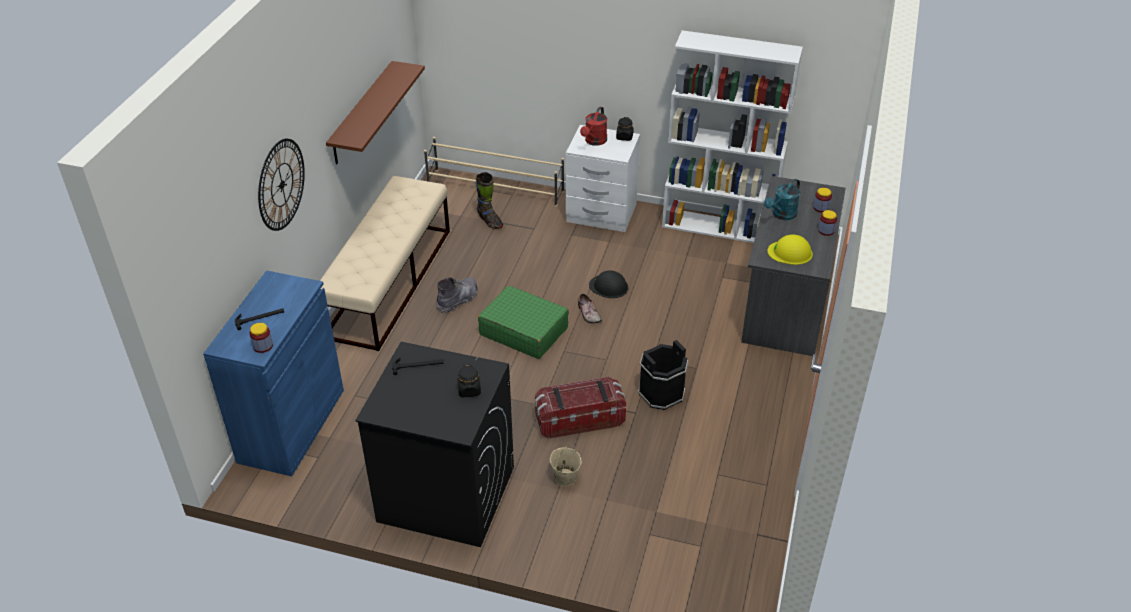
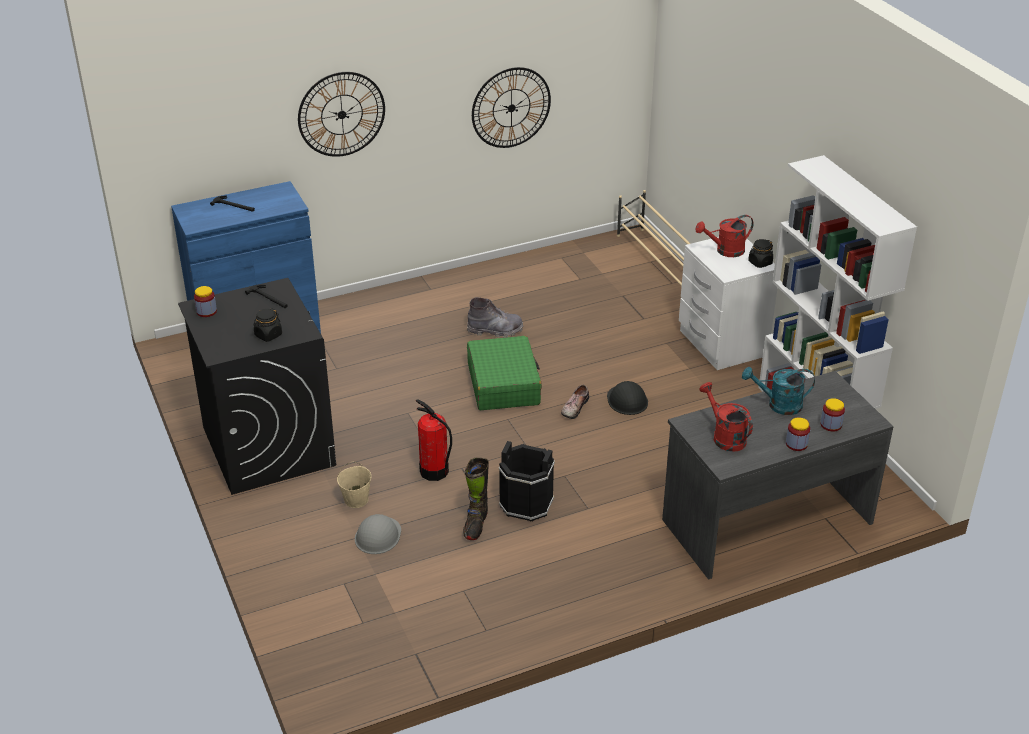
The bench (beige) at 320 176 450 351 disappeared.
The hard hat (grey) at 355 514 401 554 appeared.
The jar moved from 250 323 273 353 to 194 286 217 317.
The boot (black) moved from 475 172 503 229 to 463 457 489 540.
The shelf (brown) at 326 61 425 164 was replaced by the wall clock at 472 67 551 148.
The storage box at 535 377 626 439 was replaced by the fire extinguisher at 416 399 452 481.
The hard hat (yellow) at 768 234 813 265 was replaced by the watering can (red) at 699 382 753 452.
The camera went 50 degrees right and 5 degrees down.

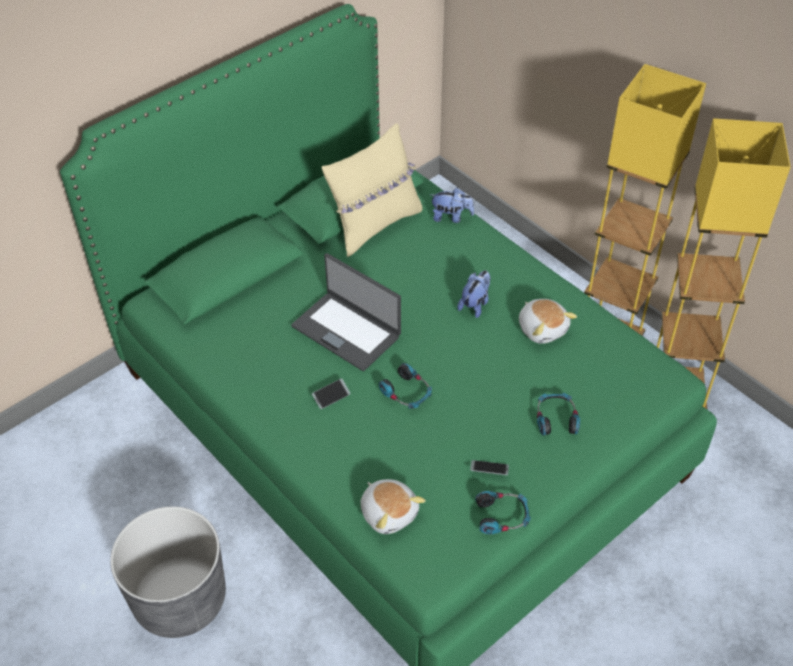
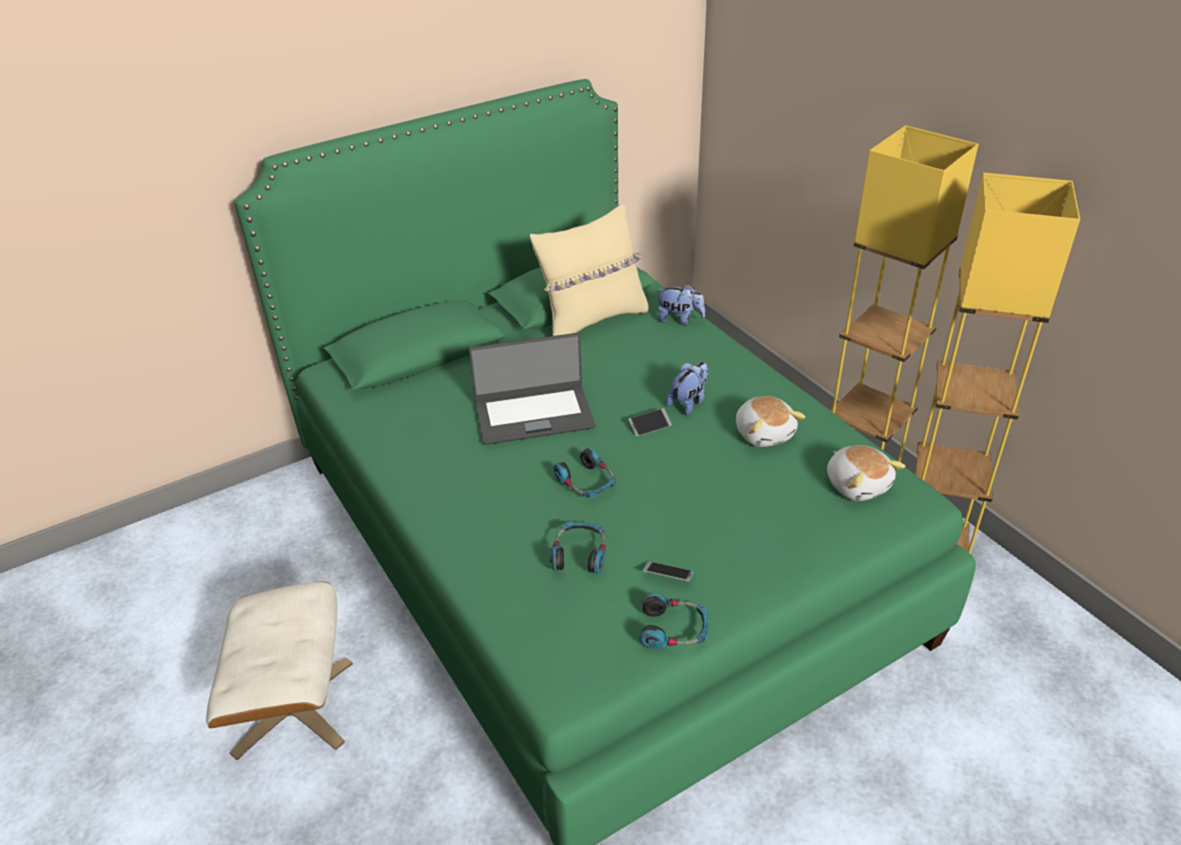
The phone moved from 312 379 351 409 to 628 408 672 436.
The plush toy moved from 360 479 426 534 to 827 445 906 501.
The headphones moved from 537 393 580 436 to 550 521 606 574.
The planter (grey) at 110 506 226 638 was replaced by the ottoman (beige) at 206 581 353 760.
The laptop at 291 253 401 371 turned 60 degrees counterclockwise.
The camera went 10 degrees right and 10 degrees down.

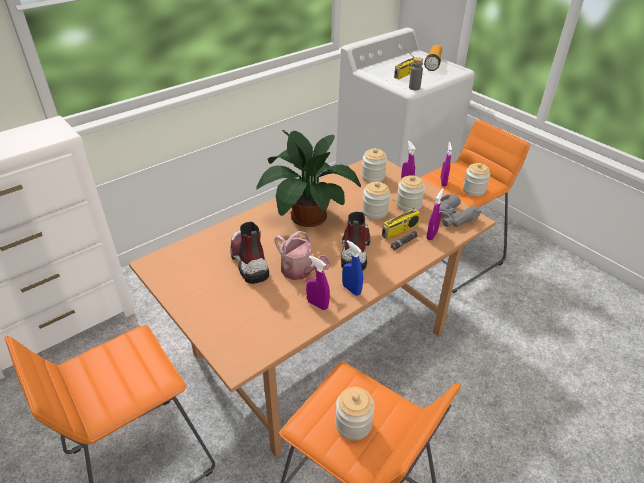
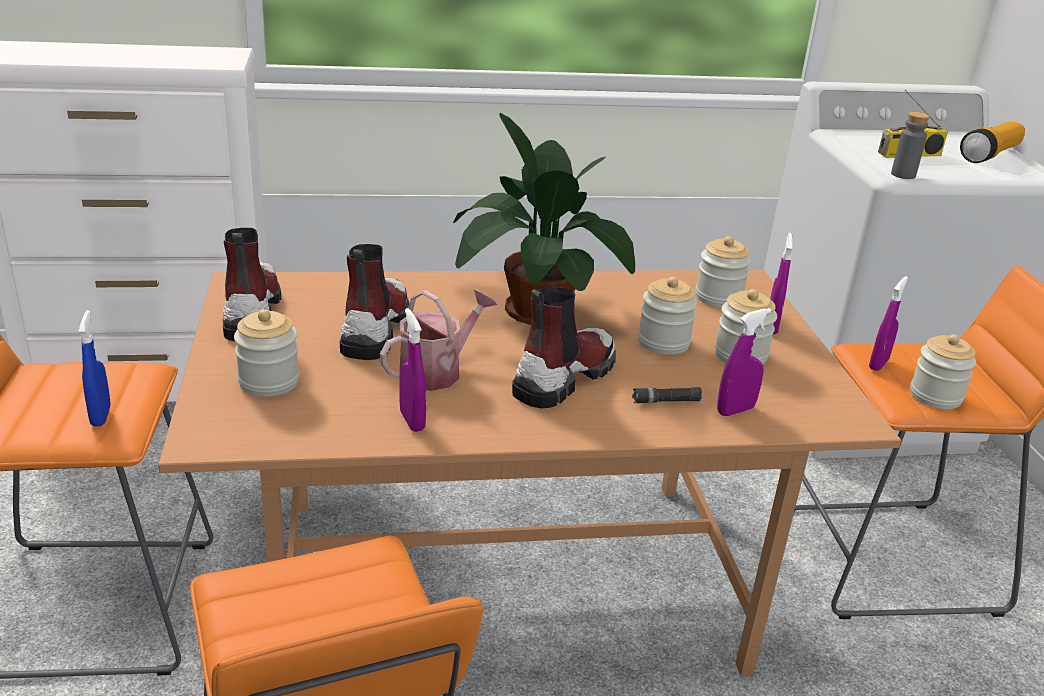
The radio at 382 199 420 240 disappeared.
The binoculars (grey) at 439 194 482 227 disappeared.
The boot at 223 228 281 341 appeared.
The jar moved from 335 387 375 440 to 234 309 299 397.
The spray bottle (blue) moved from 342 240 363 296 to 78 310 111 426.
The watering can at 274 231 330 280 turned 120 degrees counterclockwise.
The camera went 30 degrees right and 10 degrees down.

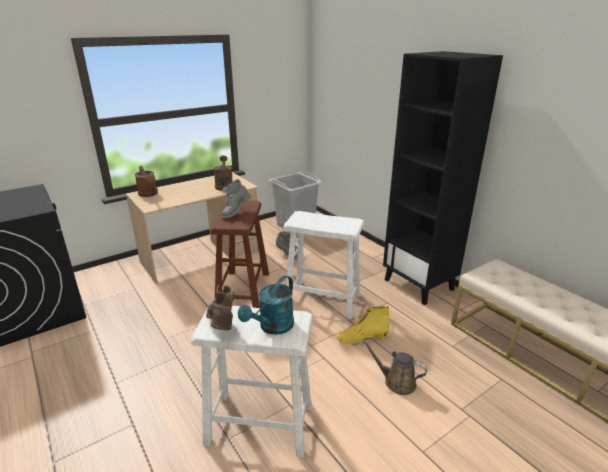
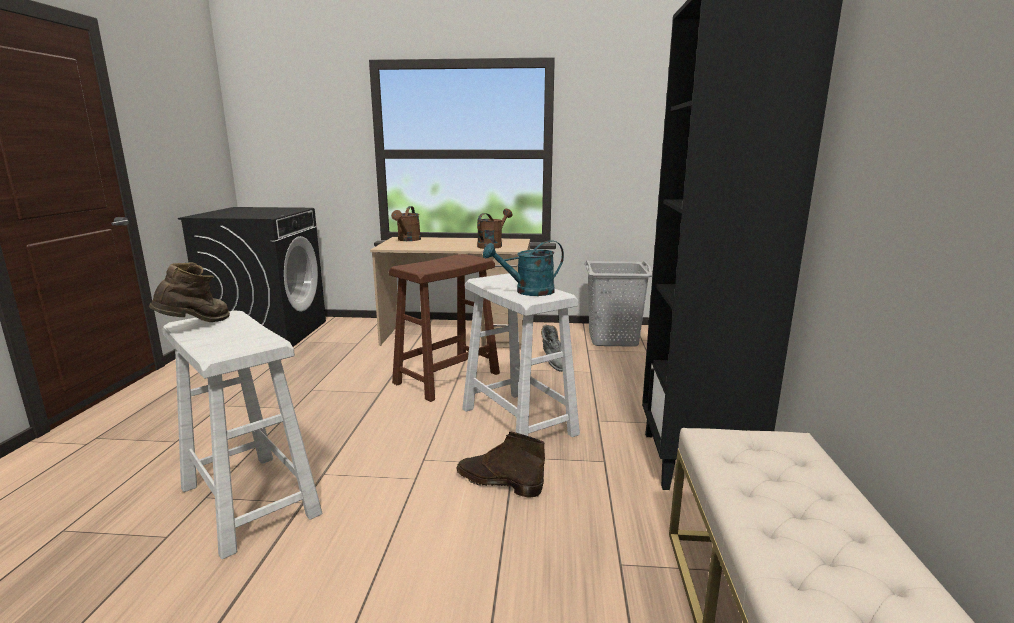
The boot (grey) at 222 179 251 218 disappeared.
The watering can (brown) at 361 339 428 395 disappeared.
The watering can (turquoise) moved from 238 275 294 335 to 483 240 564 296.
The boot (yellow) at 337 306 390 345 became the boot (brown) at 456 432 545 498.
The camera went 40 degrees right and 10 degrees down.

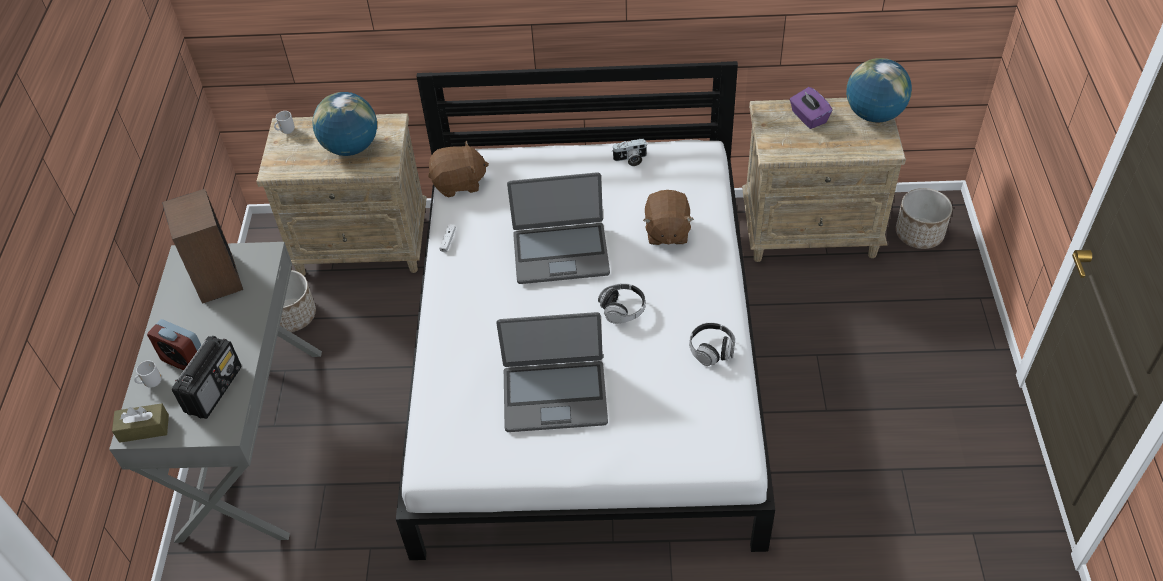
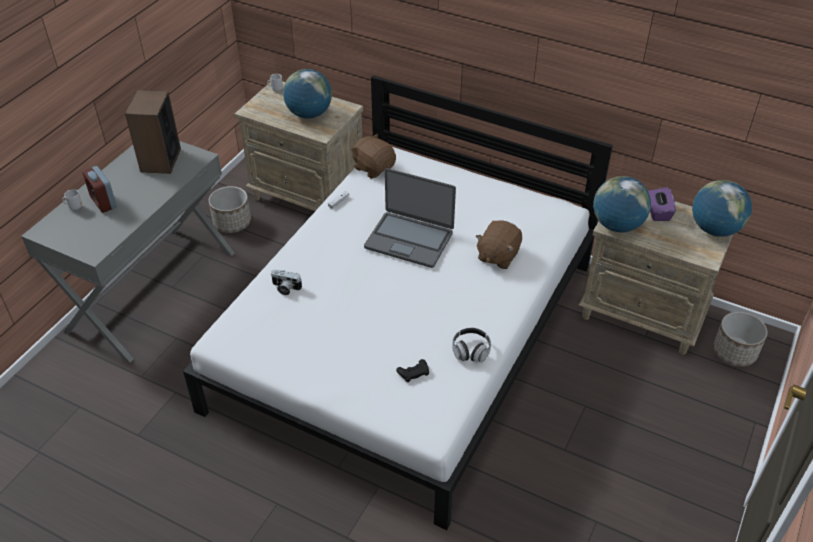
The tissue box (brown) at 112 403 169 443 disappeared.
The radio at 172 336 241 419 disappeared.
The laptop at 496 312 608 432 disappeared.
The headphones at 598 283 645 324 disappeared.
The game controller (black) at 396 359 429 382 appeared.
The globe at 593 176 651 232 appeared.
The photo camera moved from 612 139 648 166 to 271 269 302 295.
The plush toy (brown) at 428 140 489 197 turned 150 degrees counterclockwise.
The camera went 25 degrees right and 5 degrees down.

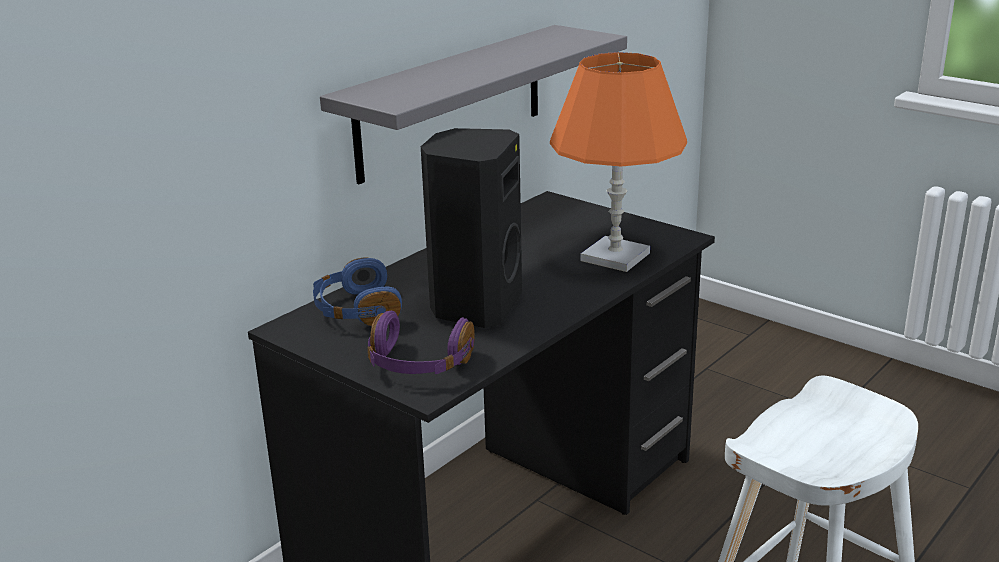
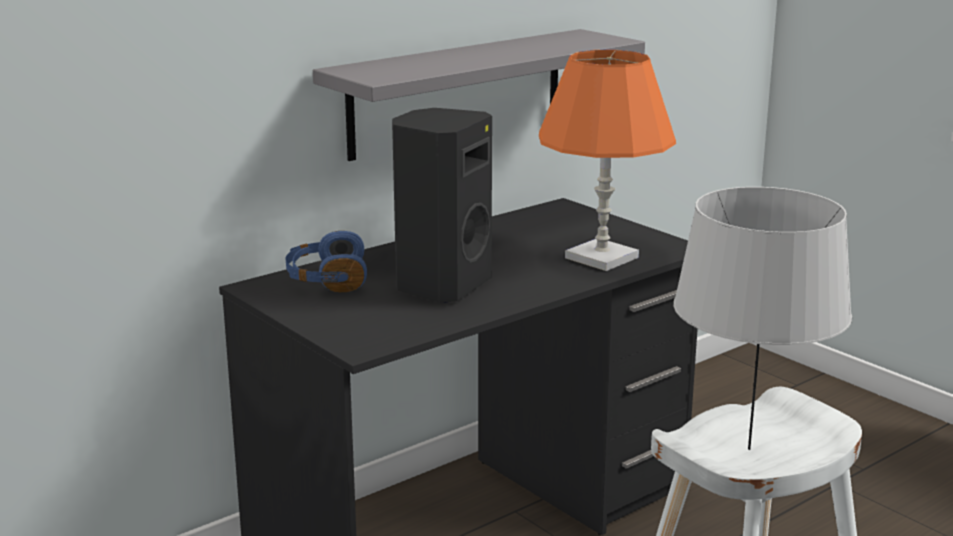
The headphones (purple) at 368 311 475 374 disappeared.
The table lamp (grey) at 673 187 852 450 appeared.
The camera went 10 degrees right and 5 degrees down.

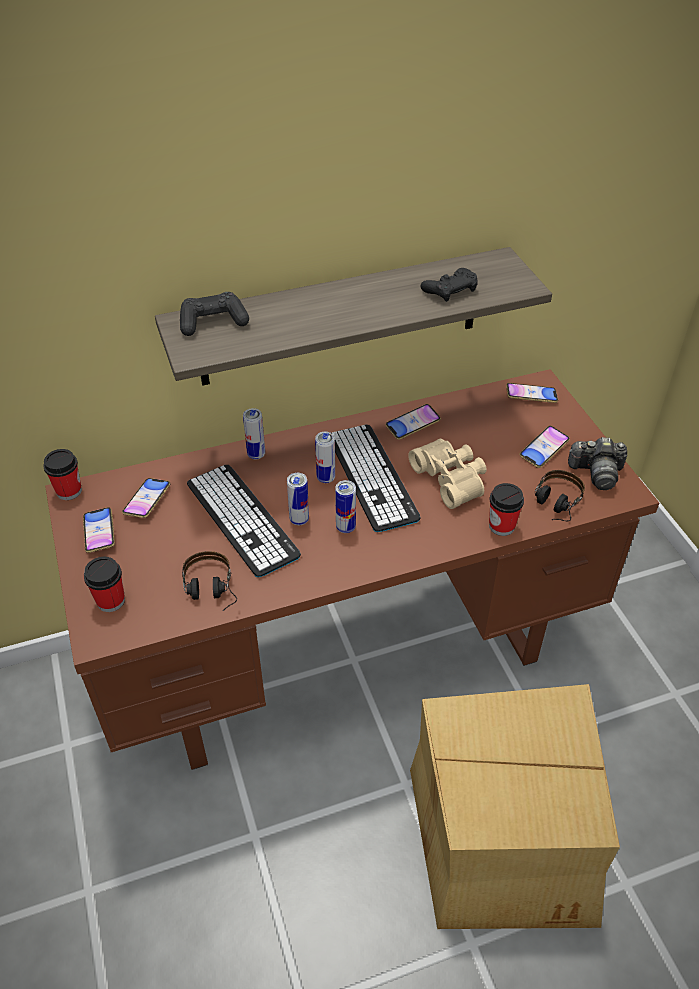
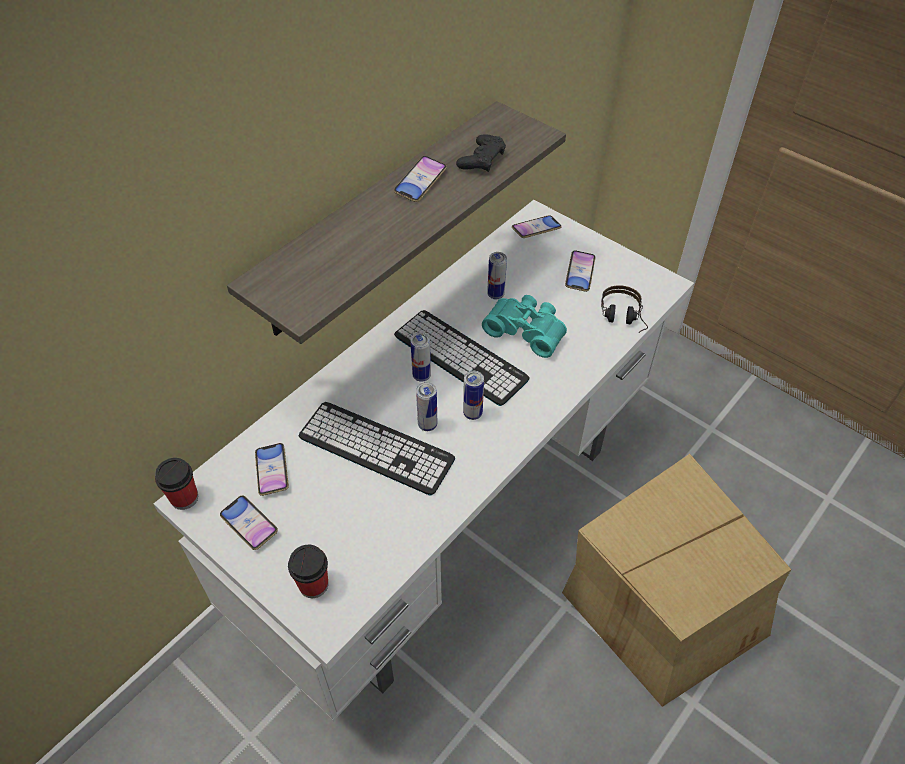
The game controller (black) at 180 292 249 336 disappeared.
The headphones at 182 551 237 611 disappeared.
The cup at 489 483 524 536 disappeared.
The photo camera at 568 437 627 490 disappeared.
The can moved from 243 408 265 459 to 487 252 507 300.
The phone moved from 386 404 441 440 to 394 156 447 202.
The desk (brown) at 45 369 659 770 became the desk (white) at 154 200 694 721.
The binoculars (beige) at 408 439 487 509 became the binoculars (turquoise) at 482 295 567 358.
The camera went 30 degrees left and 5 degrees up.

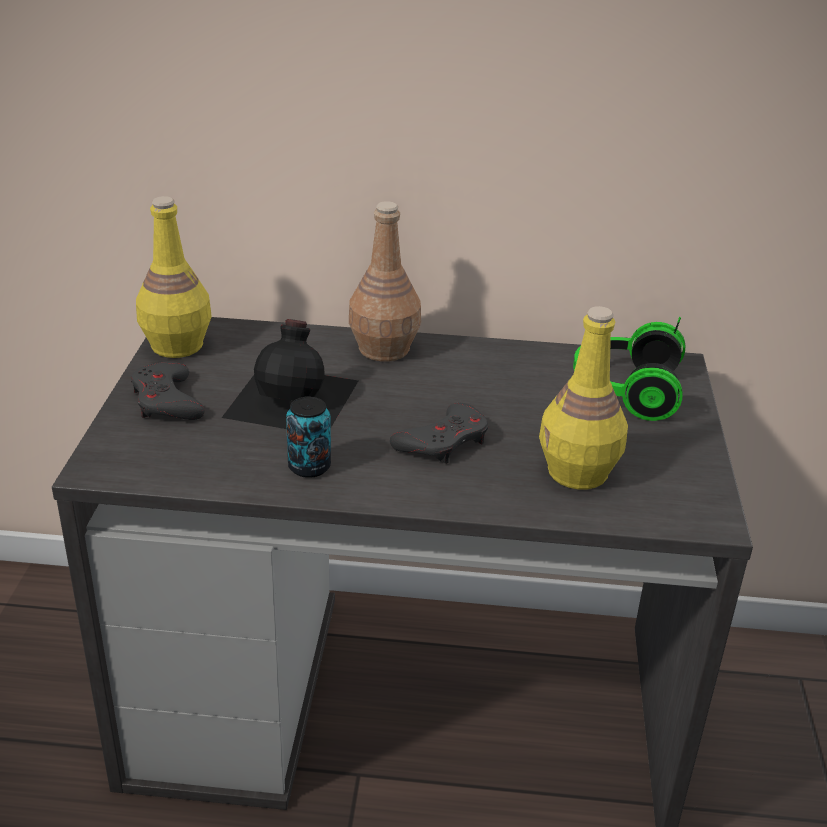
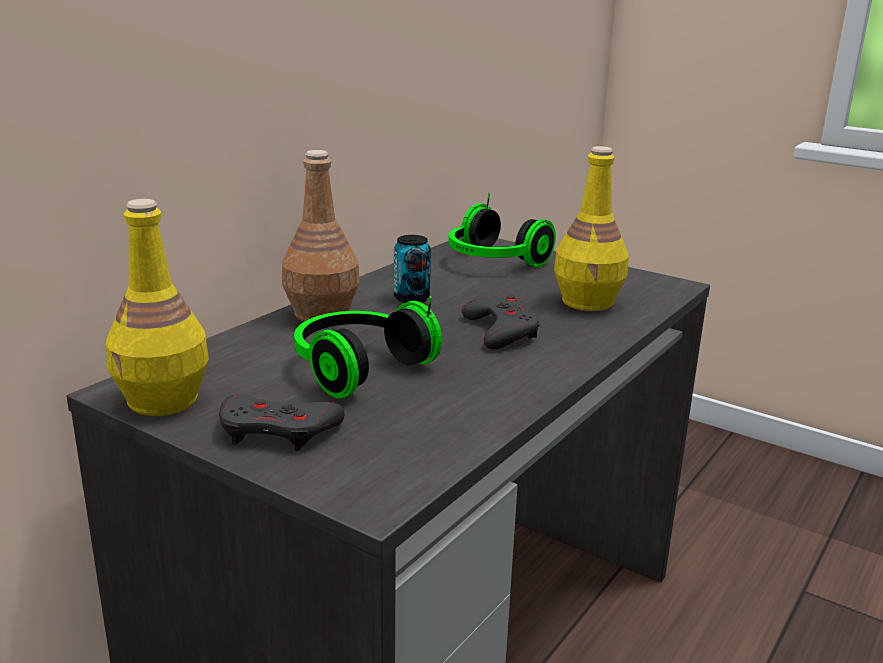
The can moved from 286 397 331 478 to 394 235 431 303.
The bottle (black) at 222 319 358 429 was replaced by the headphones at 294 296 442 399.
The camera went 60 degrees left and 10 degrees down.

